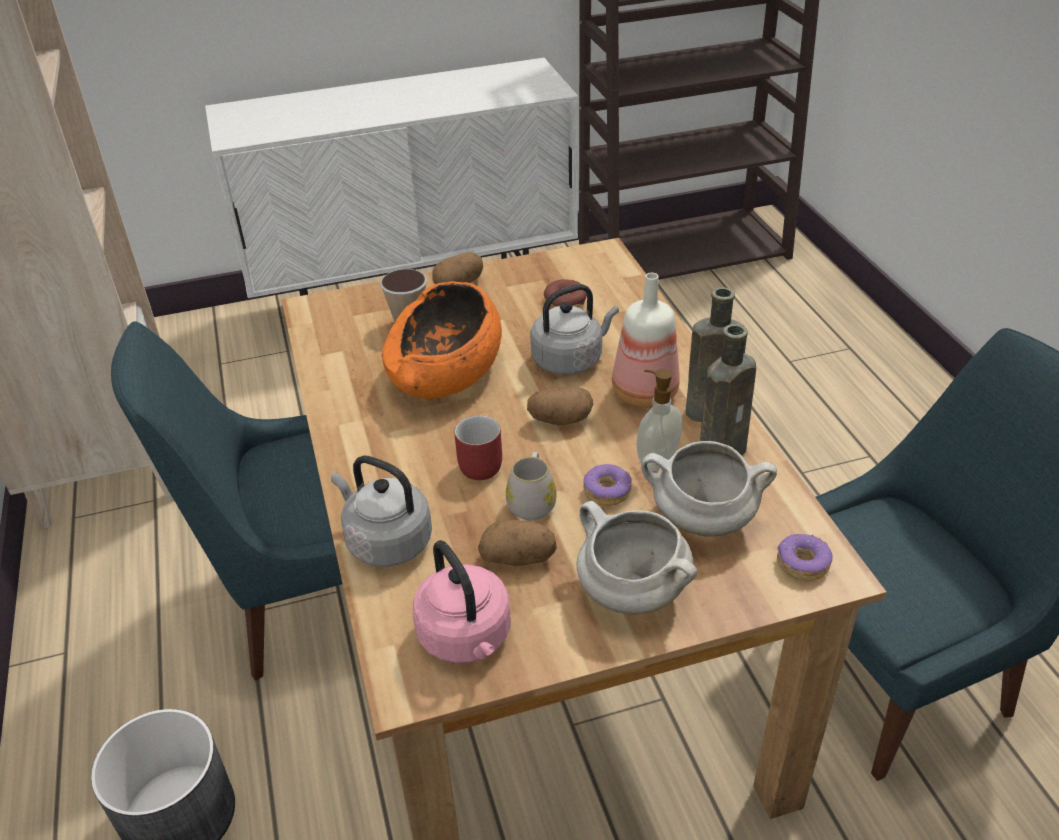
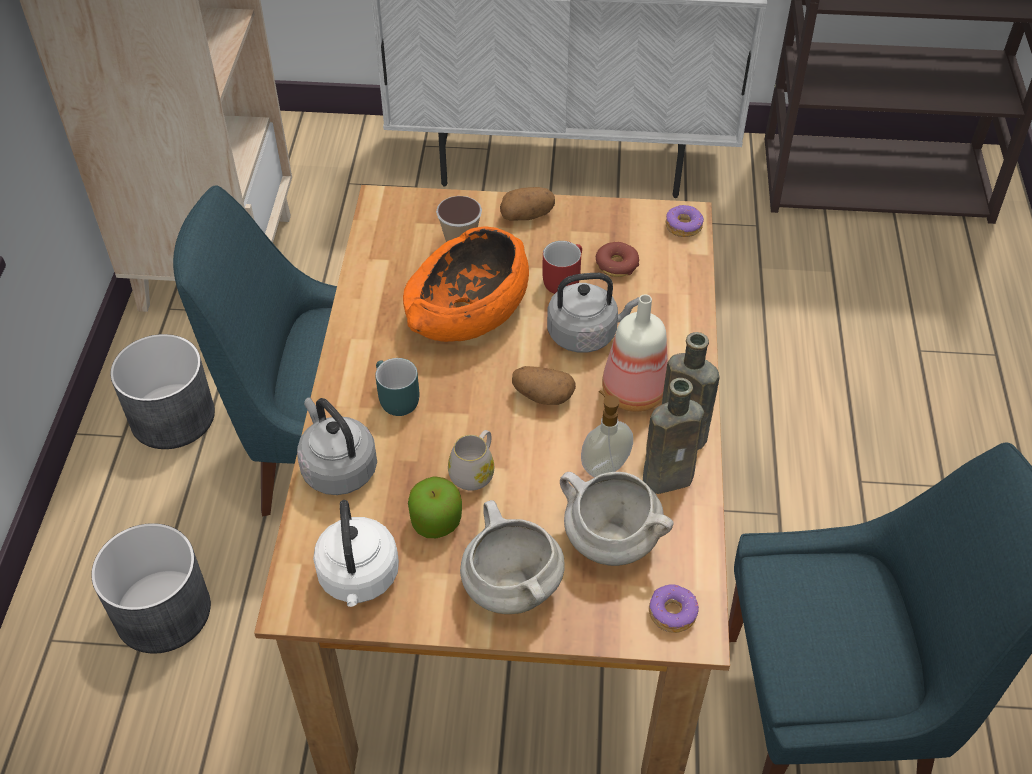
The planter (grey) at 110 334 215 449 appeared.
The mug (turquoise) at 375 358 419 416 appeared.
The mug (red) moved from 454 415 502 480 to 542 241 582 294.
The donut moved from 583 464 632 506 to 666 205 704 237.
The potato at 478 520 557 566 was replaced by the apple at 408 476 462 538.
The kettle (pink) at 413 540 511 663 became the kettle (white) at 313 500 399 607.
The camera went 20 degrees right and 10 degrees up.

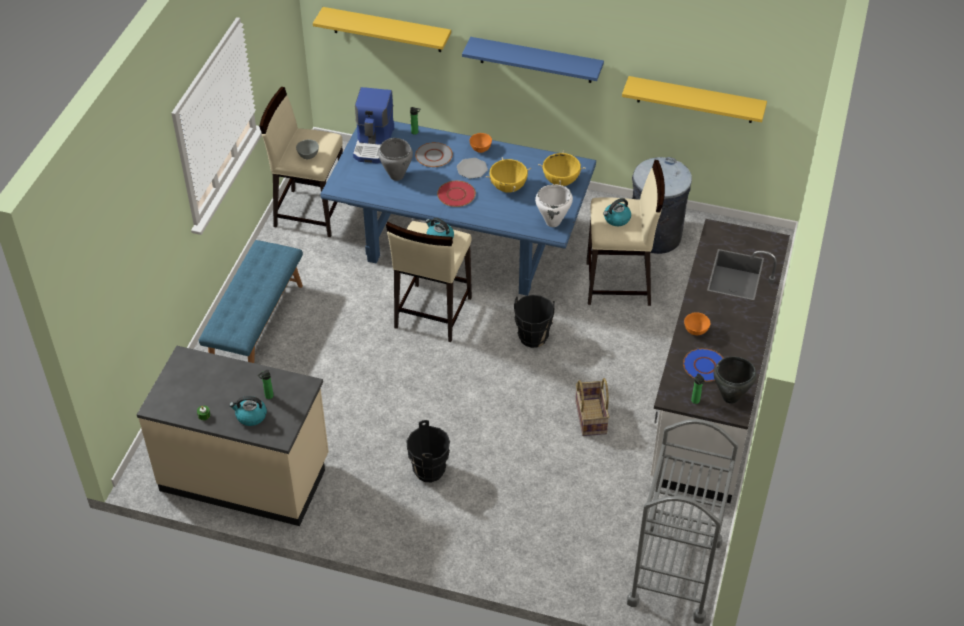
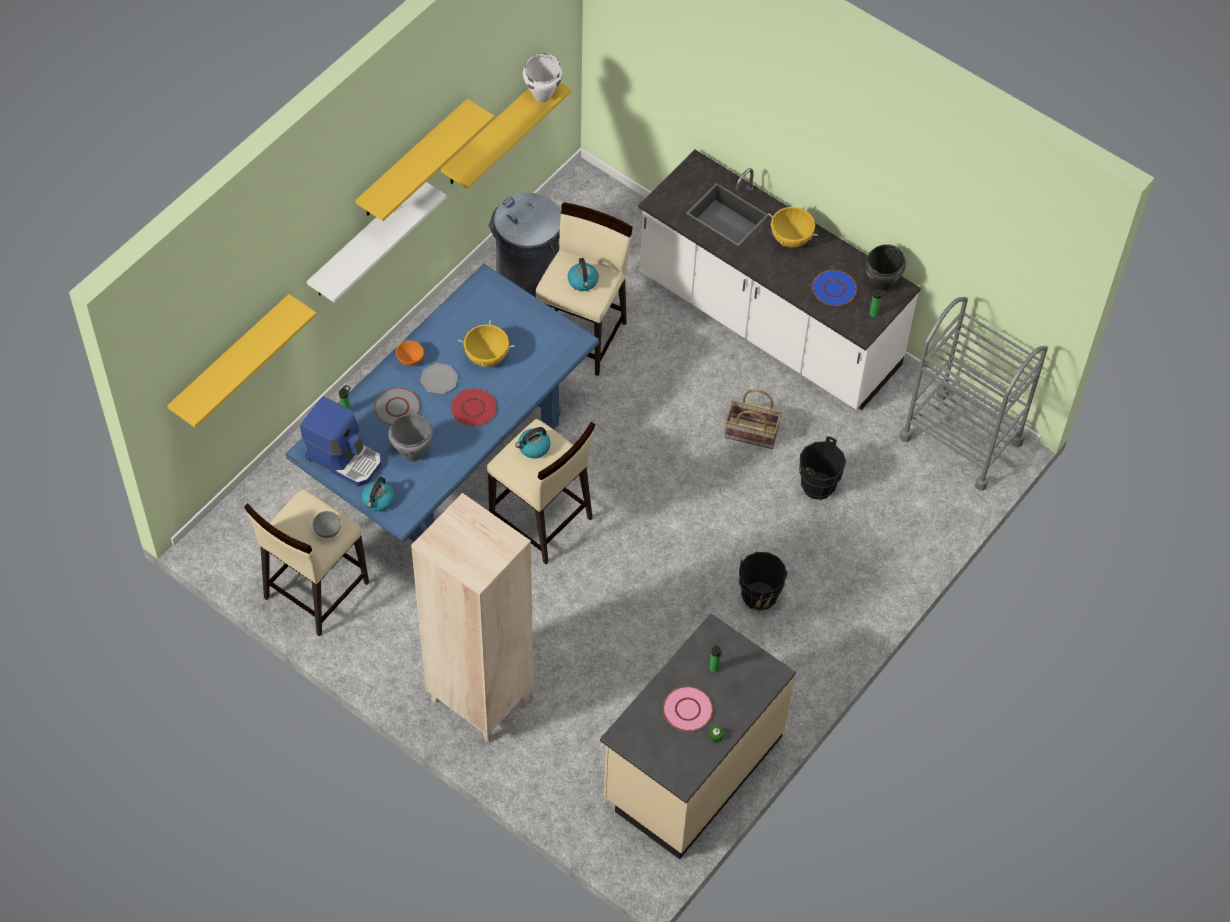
The bowl (orange) at 684 312 711 335 disappeared.
The shelf (yellow) at 355 99 495 221 appeared.
The plate (pink) at 663 686 713 731 appeared.
The kettle moved from 229 396 267 426 to 362 477 395 511.
The bucket (black) moved from 514 295 555 348 to 799 436 846 500.
The cooking pot (white) moved from 535 184 573 227 to 523 53 562 103.
The cooking pot (yellow) moved from 538 150 585 186 to 768 205 818 248.
The bench (blue) at 199 240 303 363 was replaced by the bookcase (beige) at 411 493 533 743.
The shelf (blue) at 462 37 604 83 became the shelf (white) at 307 182 447 302.
The camera went 70 degrees left and 10 degrees up.

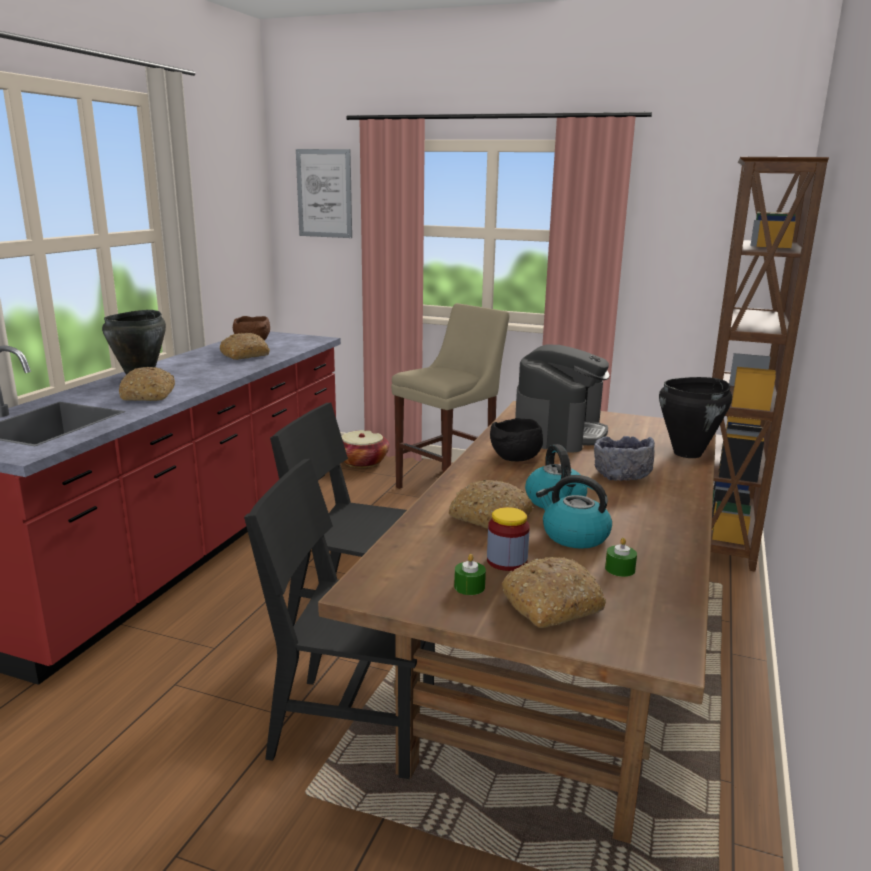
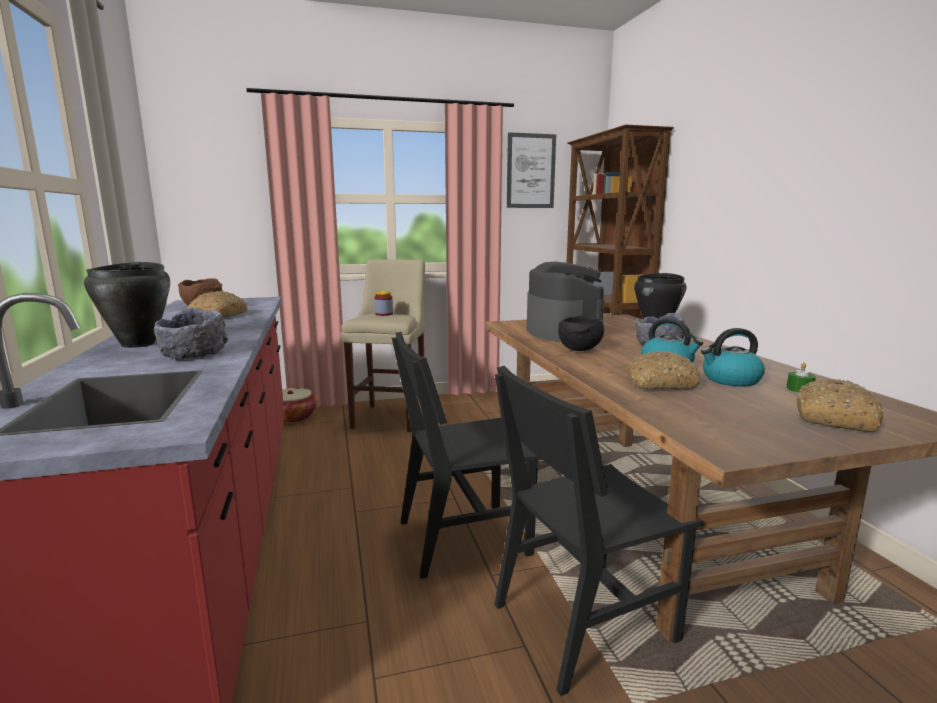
The candle (green) at 454 554 486 595 disappeared.
The picture moved from 296 149 352 238 to 507 132 556 208.
The jar moved from 487 507 530 571 to 375 291 393 316.
The bread at 119 367 175 401 was replaced by the bowl (grey) at 154 308 228 360.
The camera went 35 degrees left and 5 degrees down.

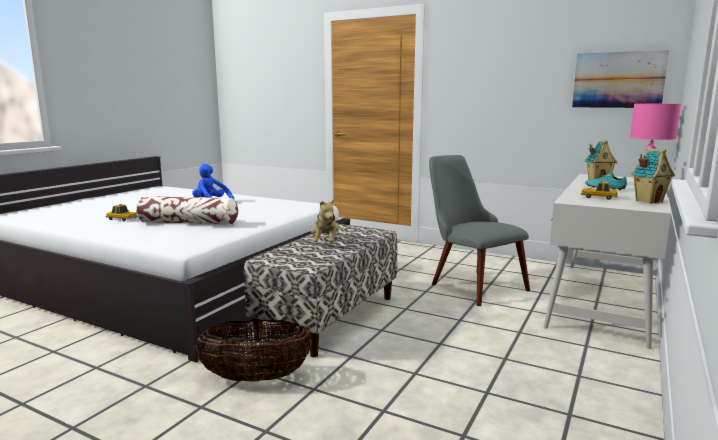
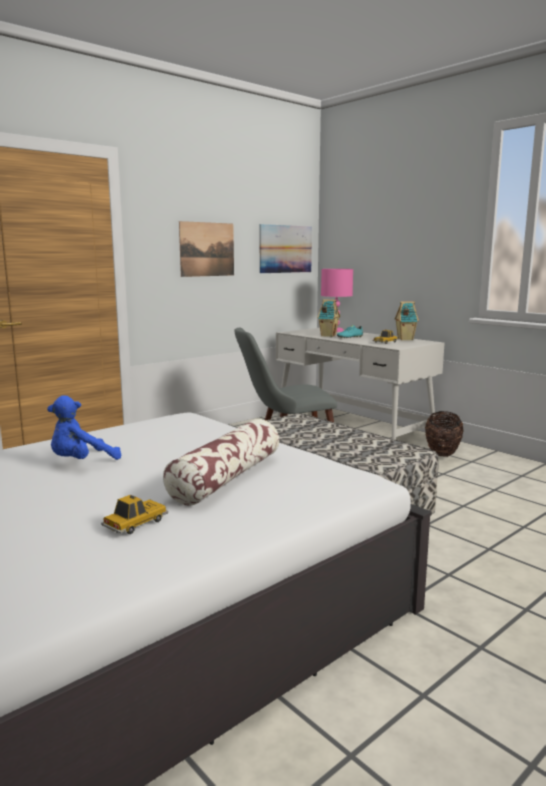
The plush toy at 311 198 339 243 disappeared.
The picture at 179 221 234 277 appeared.
The basket moved from 195 320 311 382 to 425 411 464 457.
The camera went 70 degrees left and 0 degrees up.

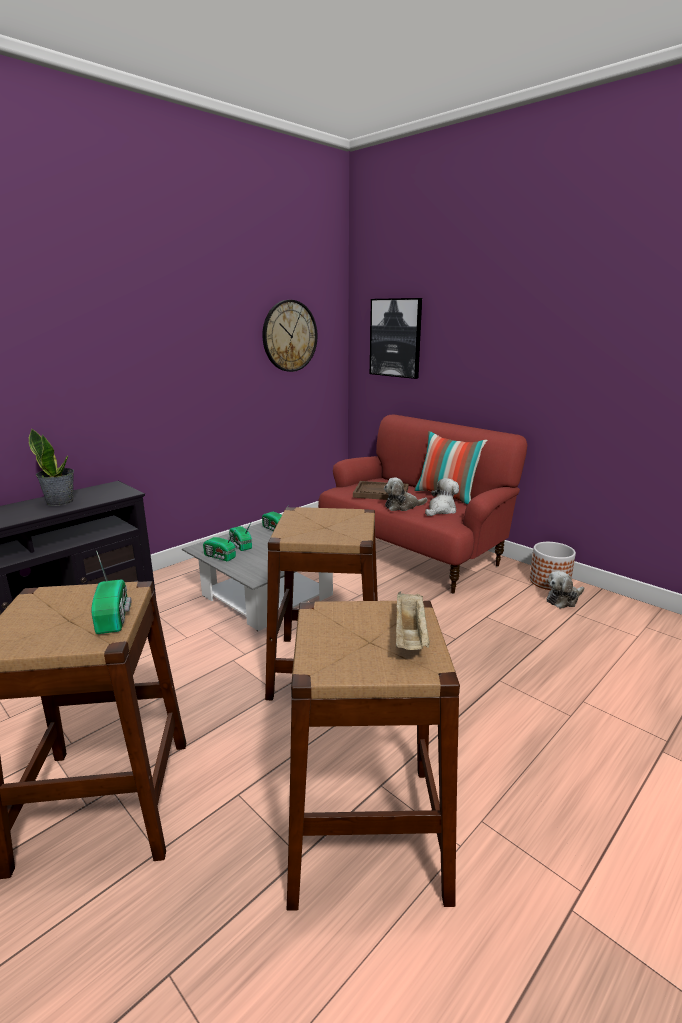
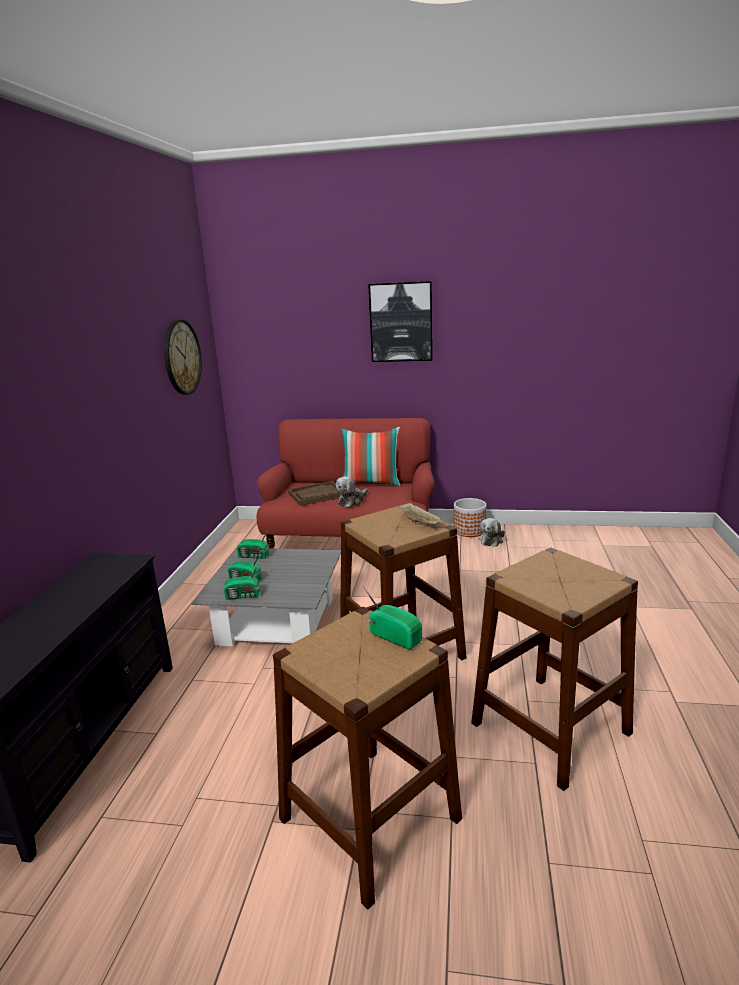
The potted plant at 29 428 74 506 disappeared.
The plush toy at 425 478 459 516 disappeared.
The picture moved from 370 298 422 379 to 368 281 433 362.
The tray (beige) moved from 396 592 430 650 to 398 503 442 524.
The camera went 35 degrees left and 0 degrees up.

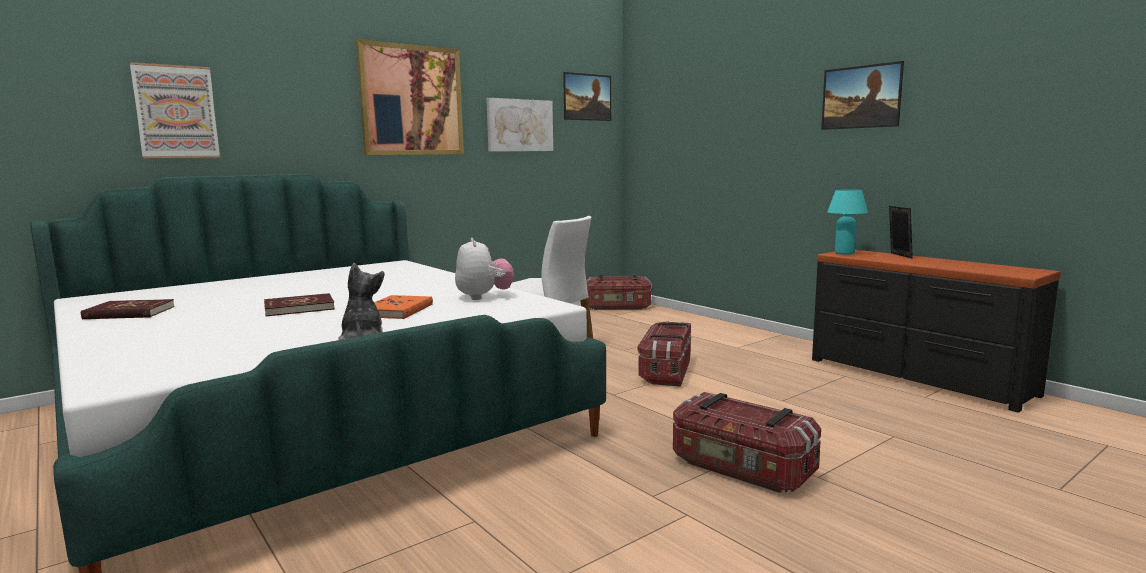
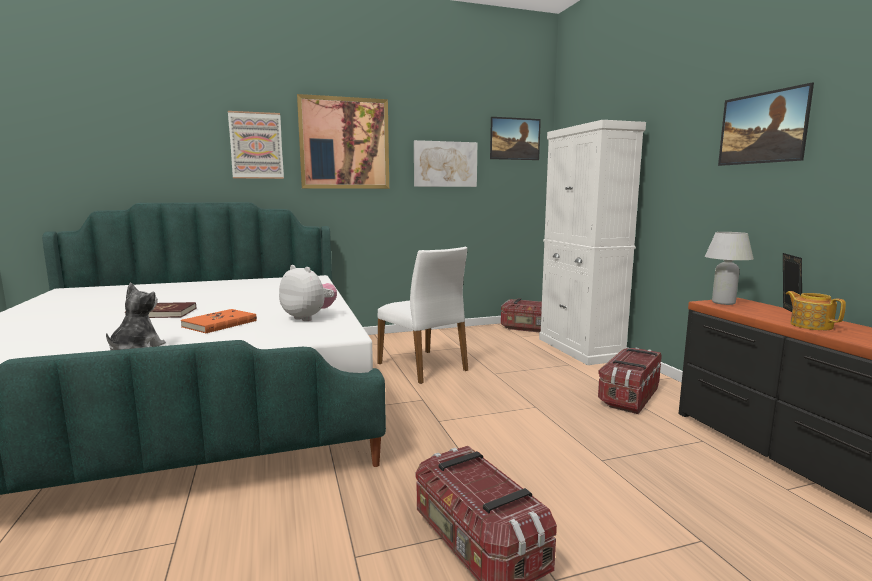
The book (red) at 81 299 175 319 disappeared.
The cabinet (white) at 539 120 646 365 appeared.
The teapot at 786 291 846 330 appeared.
The picture moved from 130 62 220 158 to 228 111 284 179.
The storage box moved from 637 321 691 387 to 598 347 662 414.
The table lamp (turquoise) at 827 189 868 255 became the table lamp (white) at 705 232 754 305.
The plush toy at 455 238 514 300 turned 60 degrees counterclockwise.
The camera went 20 degrees right and 0 degrees up.

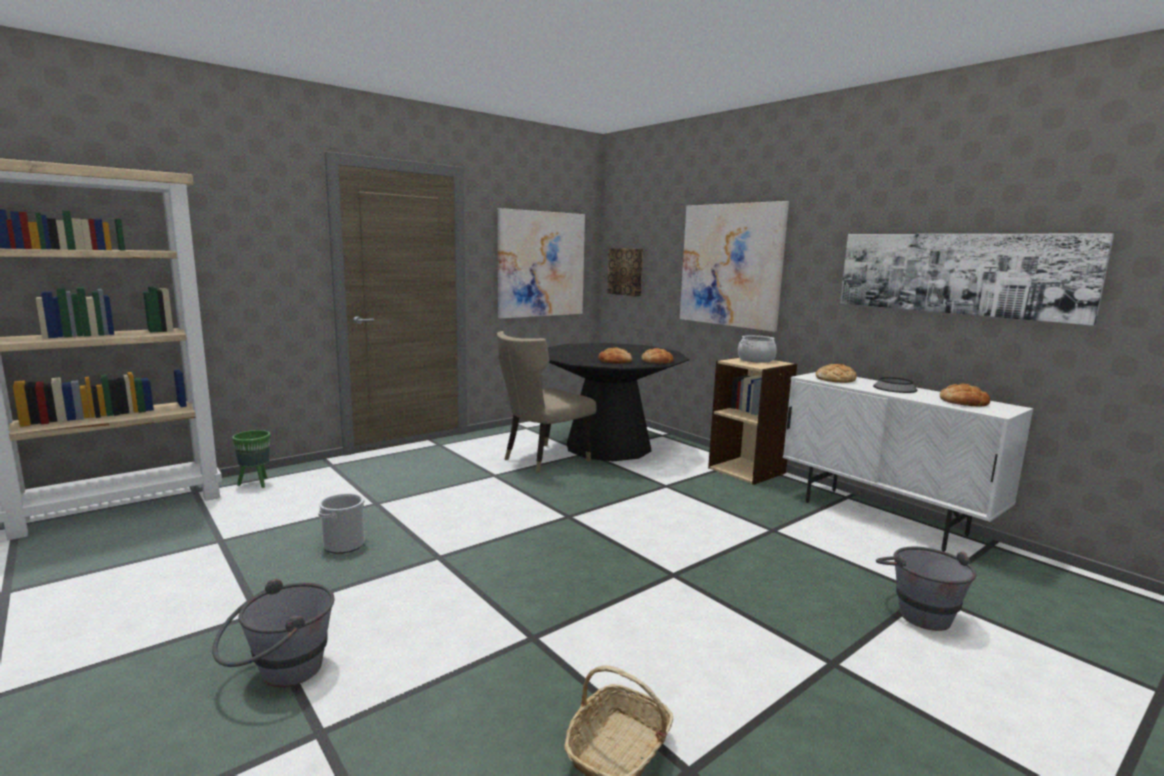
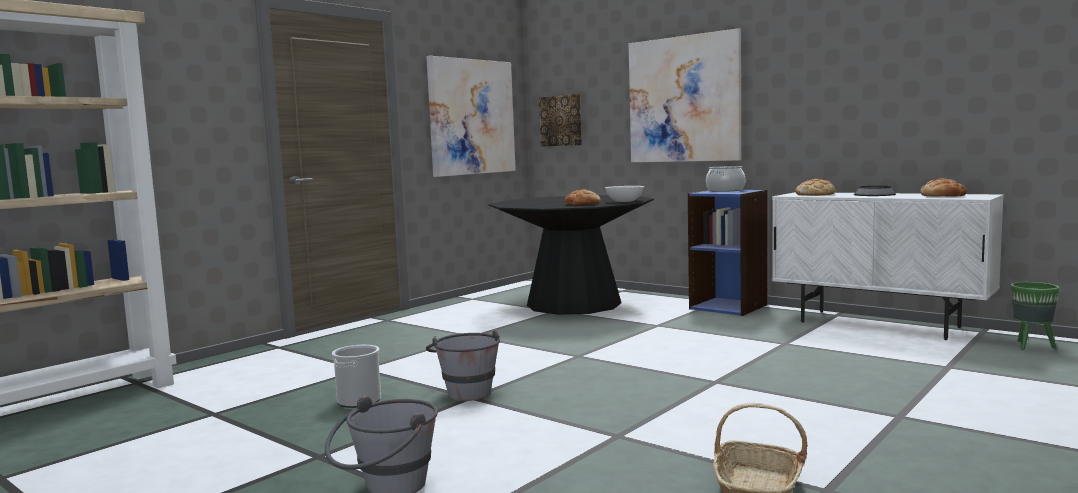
The chair (beige) at 497 331 597 473 disappeared.
The picture at 840 234 1114 326 disappeared.
The planter (green) moved from 232 430 271 488 to 1011 282 1060 350.
The bucket (grey) moved from 876 547 977 631 to 426 329 500 401.
The bread at 642 348 674 364 was replaced by the bowl (white) at 605 186 645 202.
The bookcase (beige) at 708 357 797 485 became the bookcase (blue) at 688 190 768 316.
The camera went 10 degrees left and 5 degrees down.

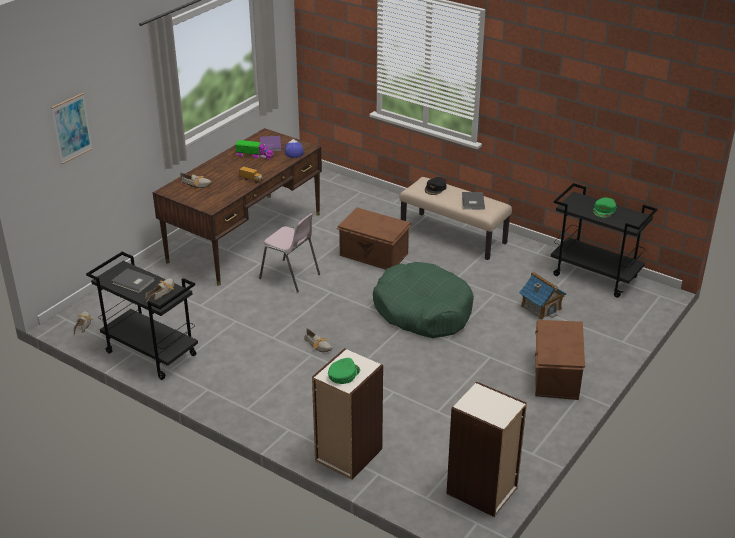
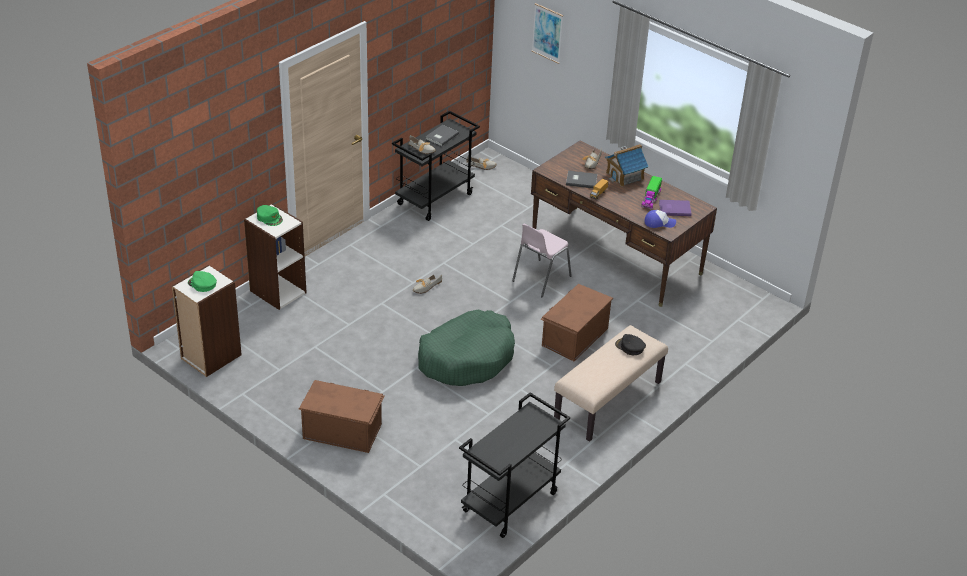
The book (grey) moved from 462 192 485 210 to 566 171 597 188.
The toy house moved from 519 272 567 320 to 605 144 649 187.
The cap (green) moved from 593 197 616 218 to 188 271 217 292.
The camera went 95 degrees right and 5 degrees up.

